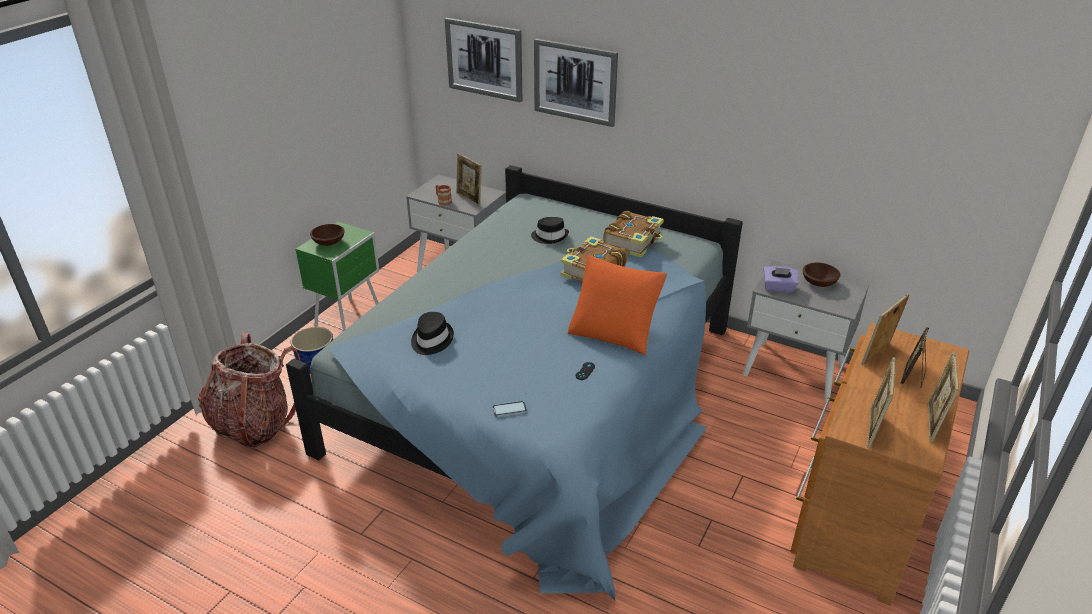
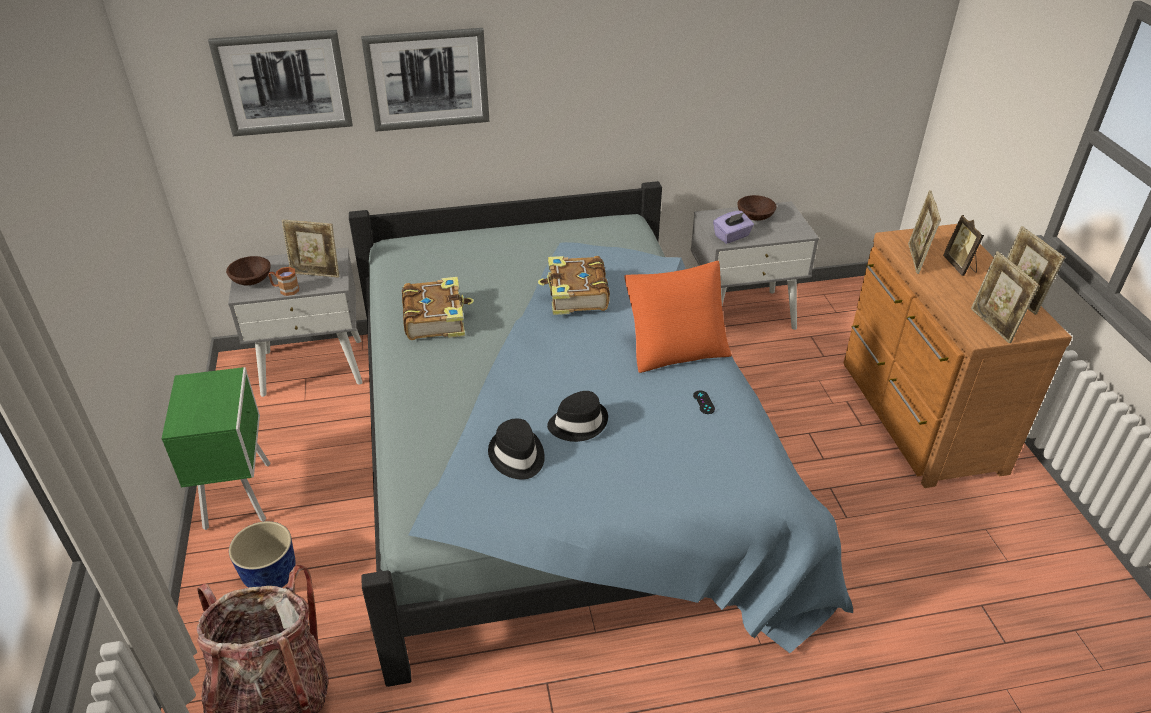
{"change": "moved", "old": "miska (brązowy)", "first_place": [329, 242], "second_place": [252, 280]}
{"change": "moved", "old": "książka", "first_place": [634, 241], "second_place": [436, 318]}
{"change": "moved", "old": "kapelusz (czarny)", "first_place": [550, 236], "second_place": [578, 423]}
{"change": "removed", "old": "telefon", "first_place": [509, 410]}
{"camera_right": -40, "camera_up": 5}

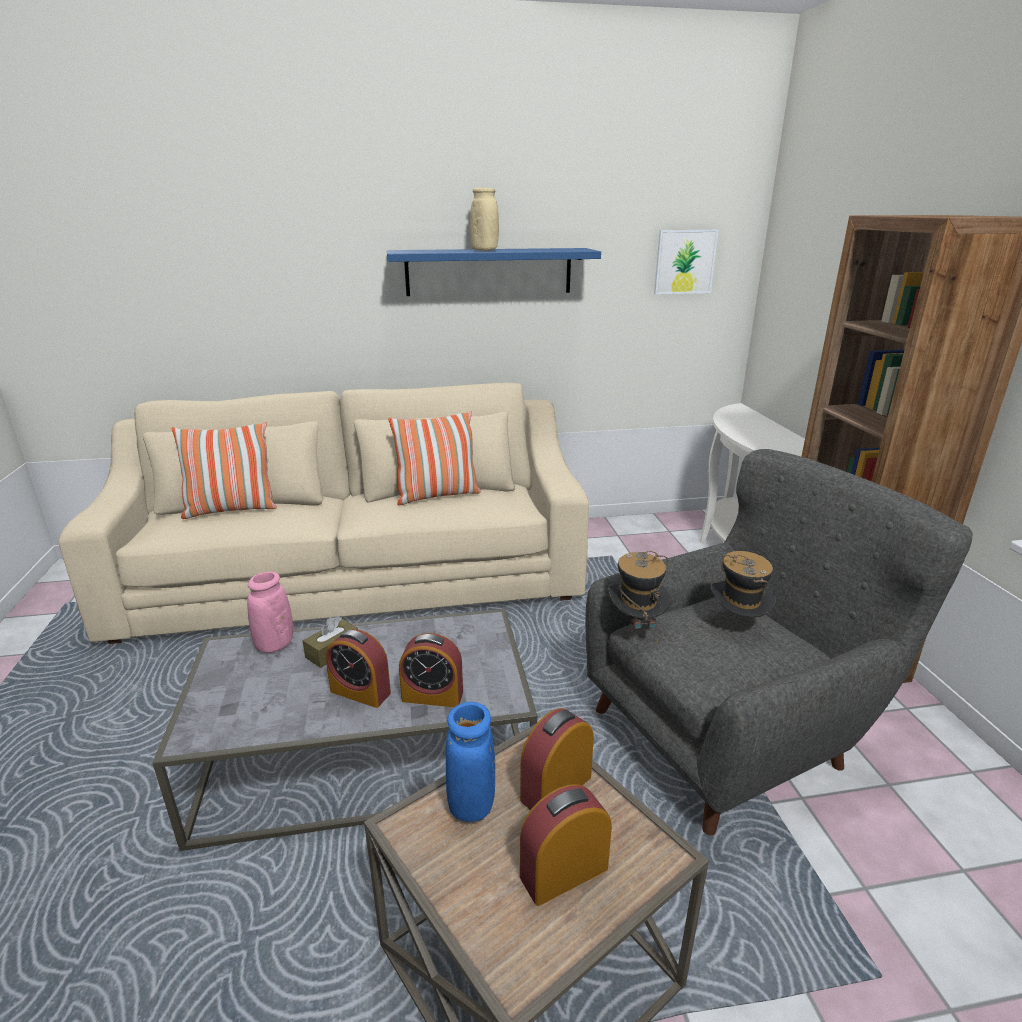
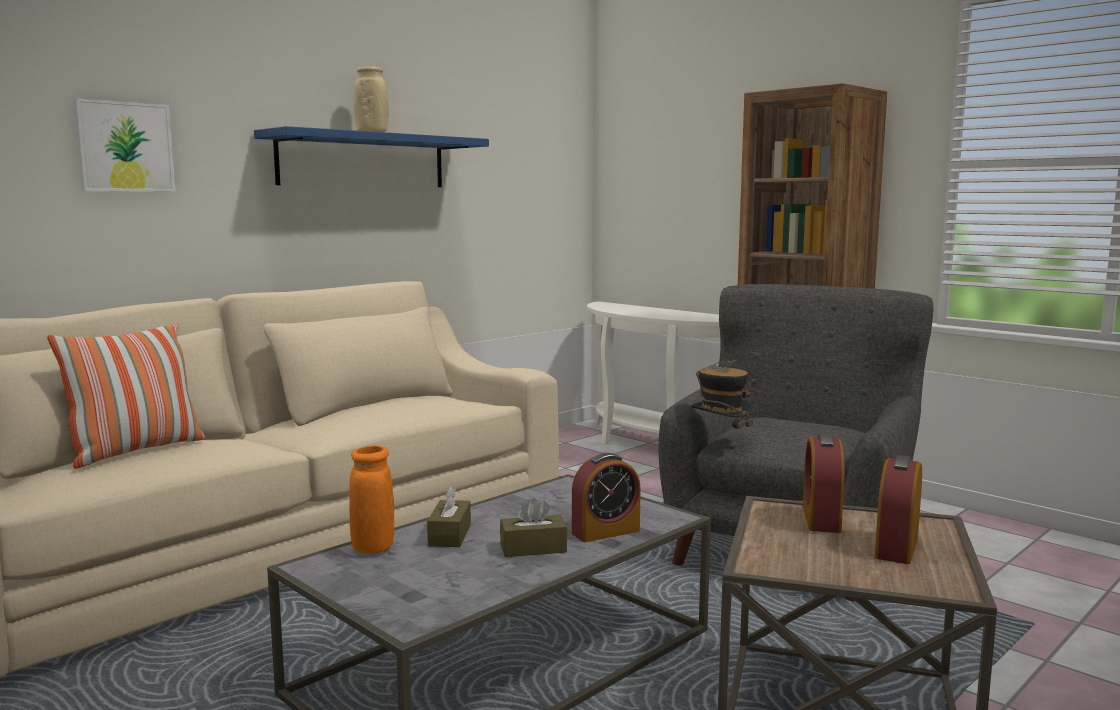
{"change": "moved", "old": "obraz", "first_place": [685, 262], "second_place": [125, 147]}
{"change": "recoloured", "old": "wazon (różowy)", "new": "wazon (pomarańczowy)", "first_place": [275, 644], "second_place": [373, 548]}
{"change": "replaced", "old": "budzik", "new": "pudełko chusteczek (brązowy)", "first_place": [360, 692], "second_place": [533, 548]}
{"change": "removed", "old": "poduszka", "first_place": [437, 495]}
{"change": "removed", "old": "wazon (niebieski)", "first_place": [471, 804]}
{"change": "removed", "old": "kapelusz", "first_place": [736, 625]}
{"camera_right": -35, "camera_up": -15}

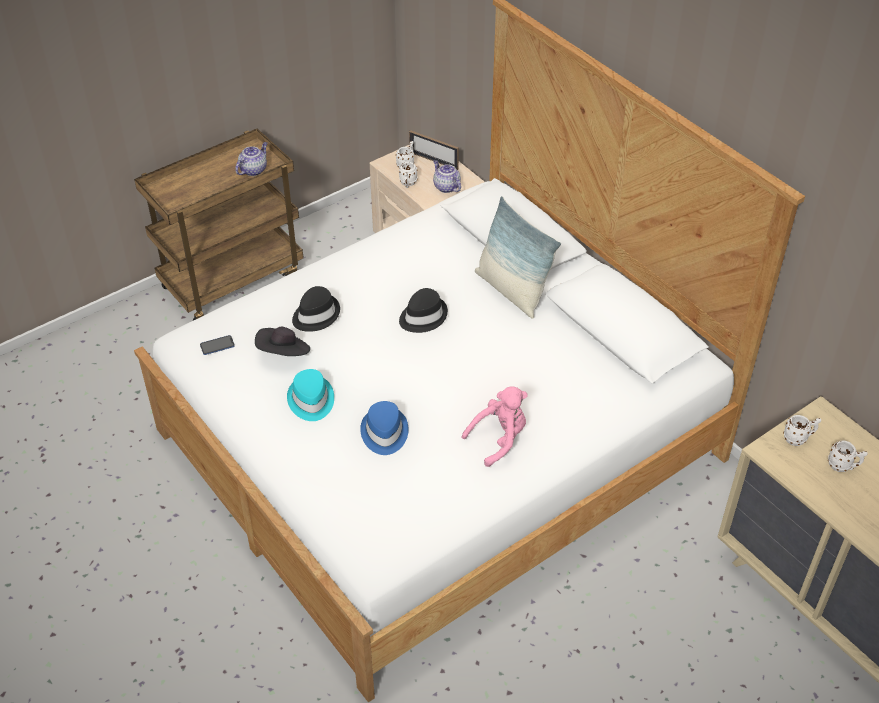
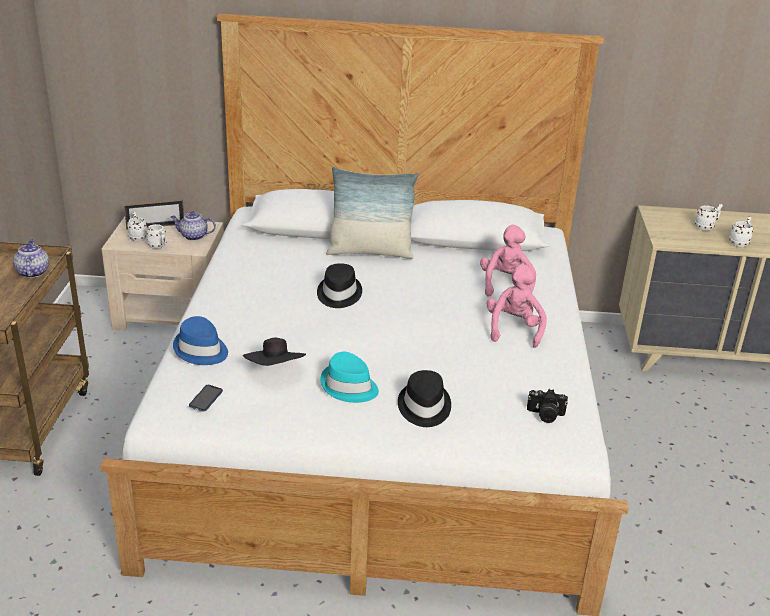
{"change": "moved", "old": "kapelusz (niebieski)", "first_place": [384, 433], "second_place": [201, 350]}
{"change": "moved", "old": "kapelusz (czarny)", "first_place": [315, 315], "second_place": [423, 407]}
{"change": "added", "new": "pluszak (różowy)", "second_place": [506, 286]}
{"change": "added", "new": "aparat fotograficzny", "second_place": [545, 415]}
{"change": "moved", "old": "kubek (biały)", "first_place": [798, 439], "second_place": [739, 243]}
{"camera_right": -50, "camera_up": -15}

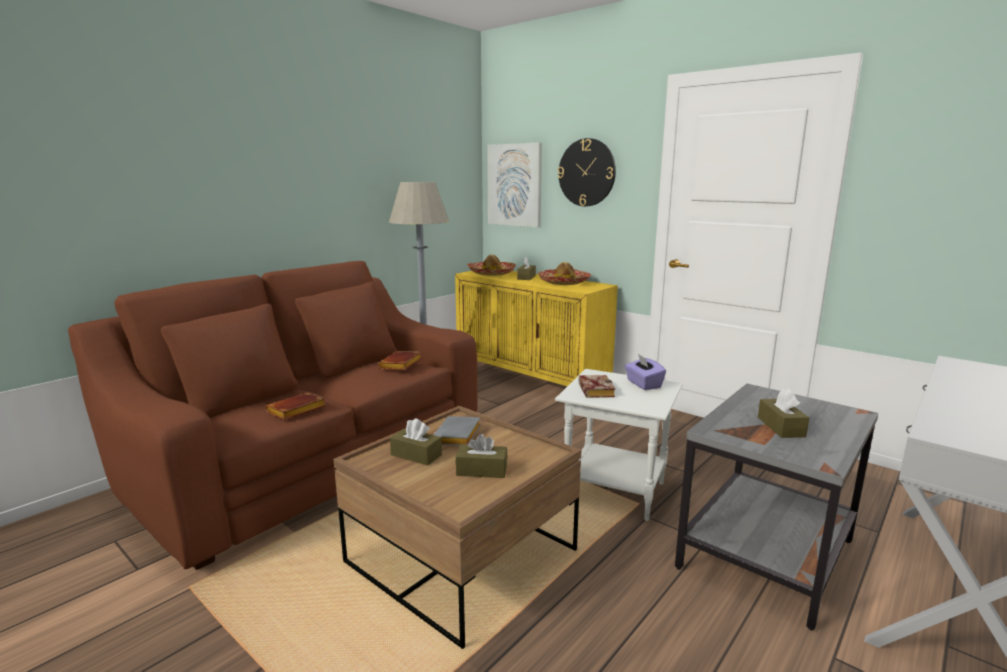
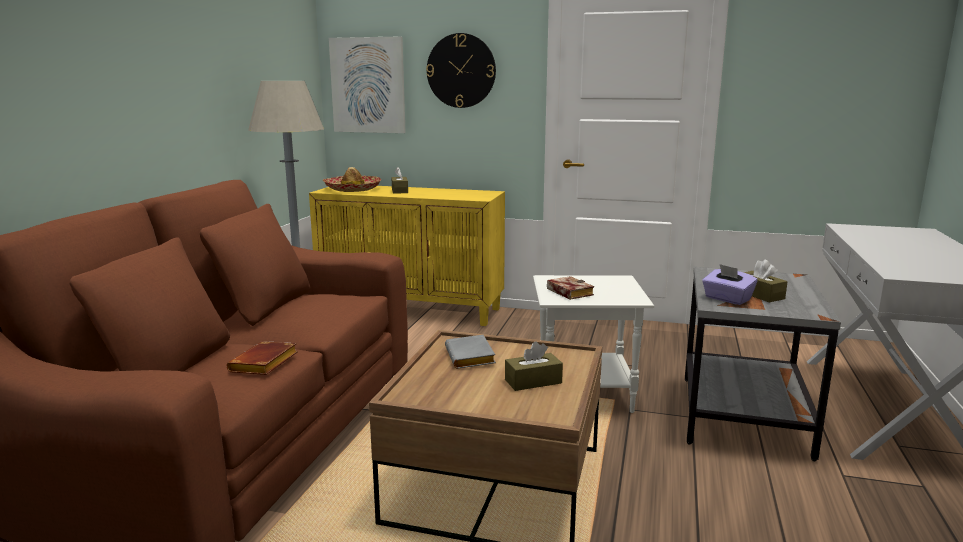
{"change": "moved", "old": "pudełko chusteczek (fioletowy)", "first_place": [643, 384], "second_place": [727, 299]}
{"change": "removed", "old": "książka (brązowy)", "first_place": [401, 365]}
{"change": "removed", "old": "pudełko chusteczek (brązowy)", "first_place": [416, 455]}
{"change": "removed", "old": "kapelusz", "first_place": [564, 282]}
{"camera_right": -25, "camera_up": 0}

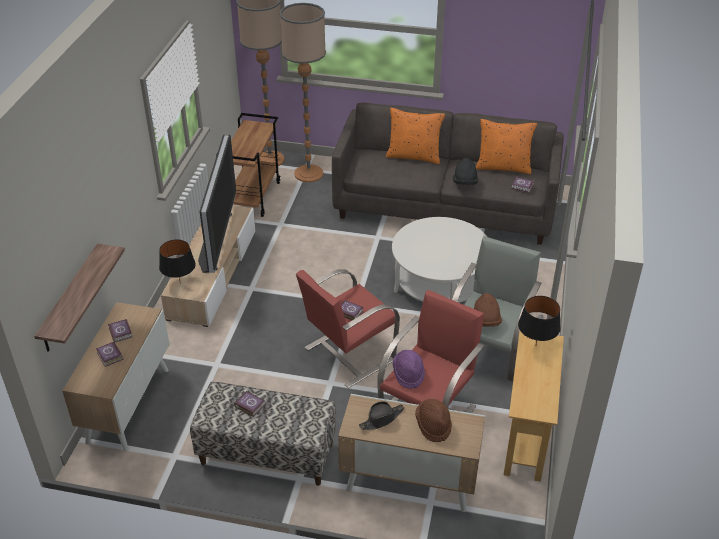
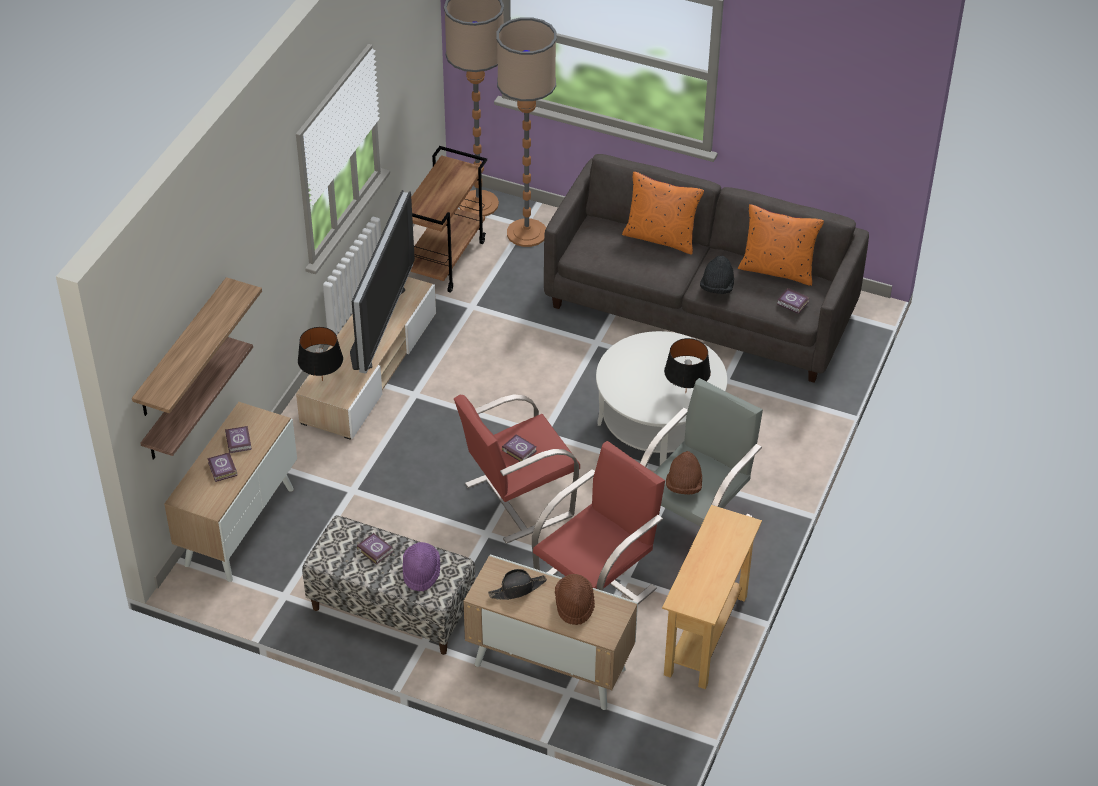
{"change": "added", "new": "półka", "second_place": [182, 349]}
{"change": "moved", "old": "kapelusz (fioletowy)", "first_place": [408, 374], "second_place": [421, 572]}
{"change": "moved", "old": "lampa stołowa (czarny)", "first_place": [535, 345], "second_place": [685, 393]}
{"camera_right": 10, "camera_up": 5}

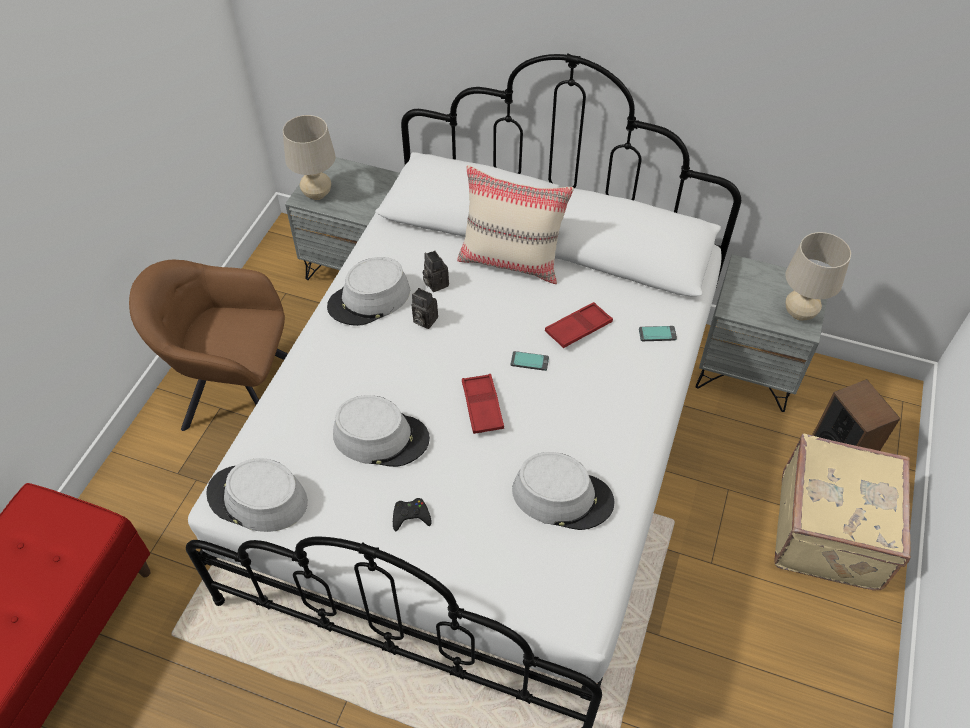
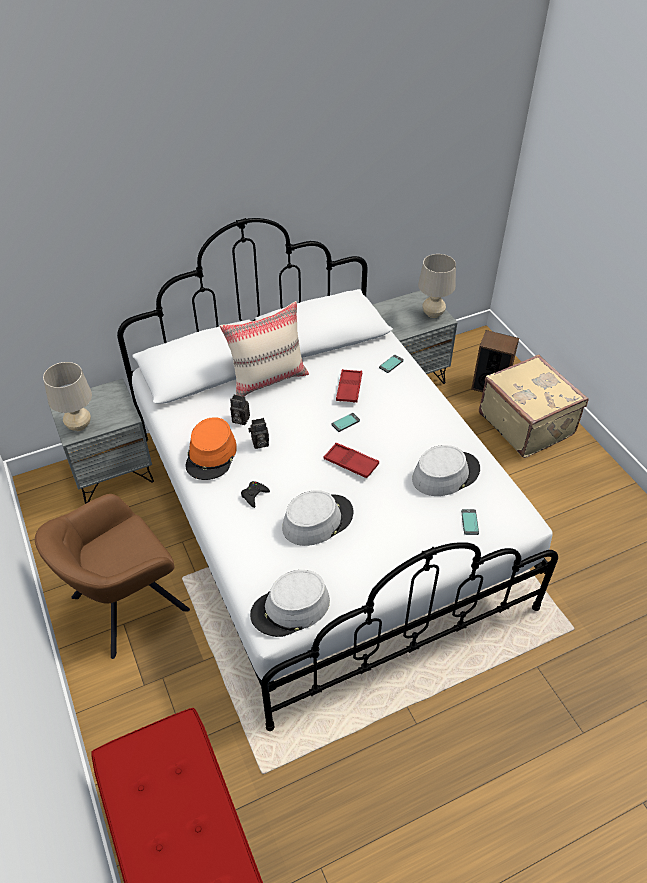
{"change": "recoloured", "old": "kapelusz (szary)", "new": "kapelusz (pomarańczowy)", "first_place": [369, 299], "second_place": [211, 455]}
{"change": "moved", "old": "pad do gier (czarny)", "first_place": [411, 516], "second_place": [254, 495]}
{"change": "added", "new": "telefon", "second_place": [469, 522]}
{"camera_right": -45, "camera_up": -5}

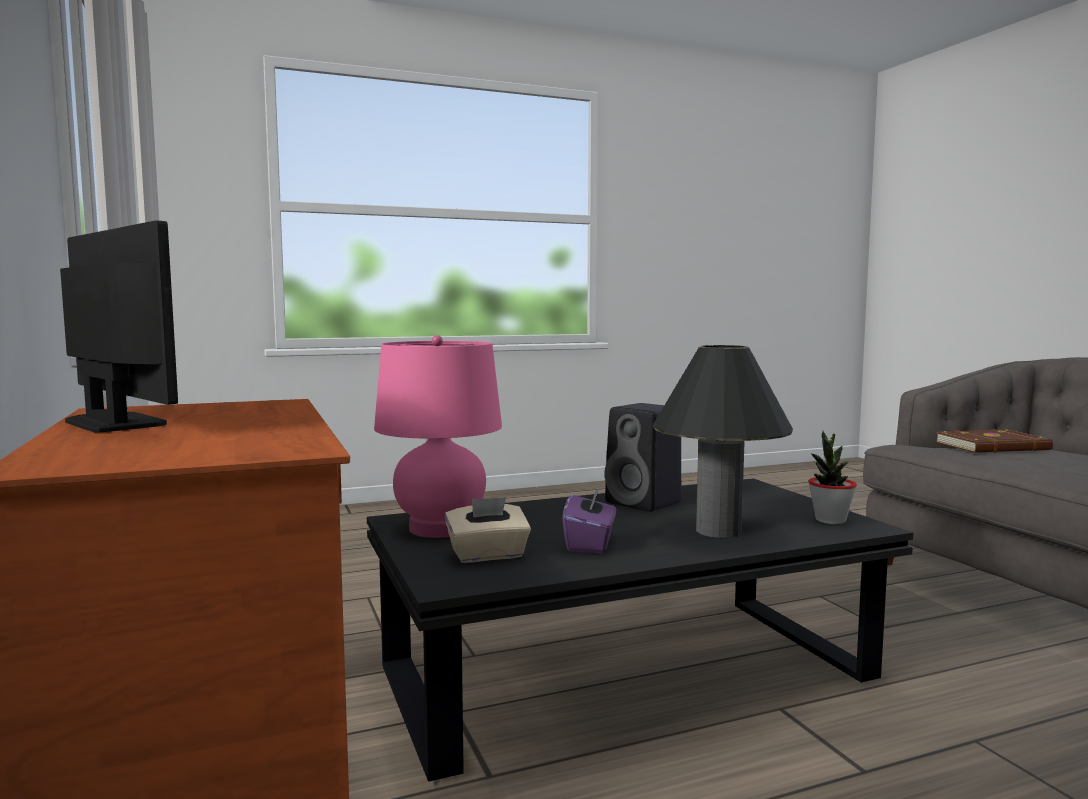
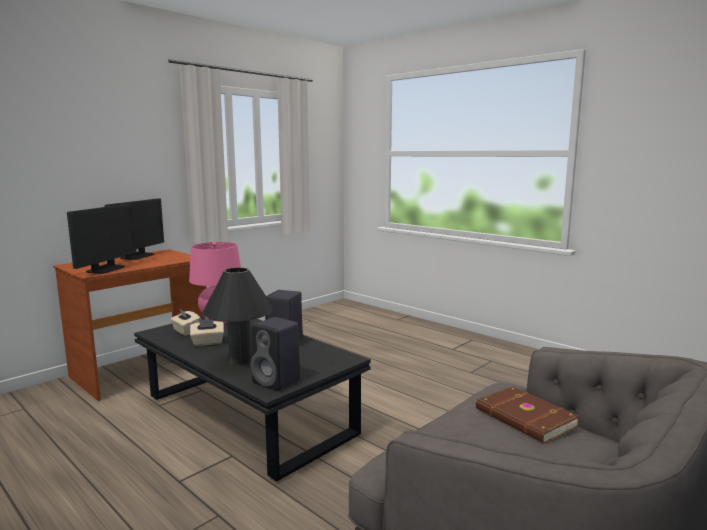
{"change": "added", "new": "monitor", "second_place": [105, 269]}
{"change": "recoloured", "old": "pudełko chusteczek (fioletowy)", "new": "pudełko chusteczek (beżowy)", "first_place": [590, 544], "second_place": [207, 342]}
{"change": "replaced", "old": "roślina doniczkowa", "new": "głośnik (czarny)", "first_place": [830, 520], "second_place": [278, 382]}
{"camera_right": 65, "camera_up": 5}

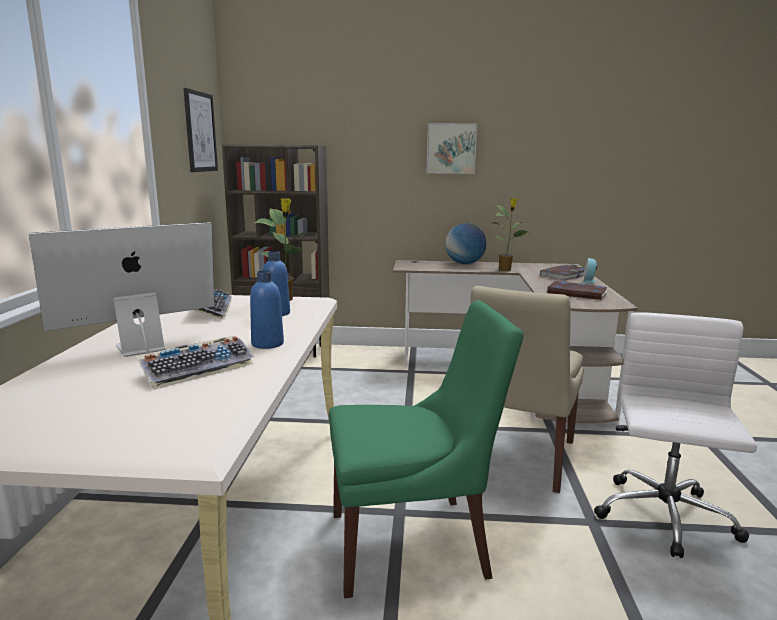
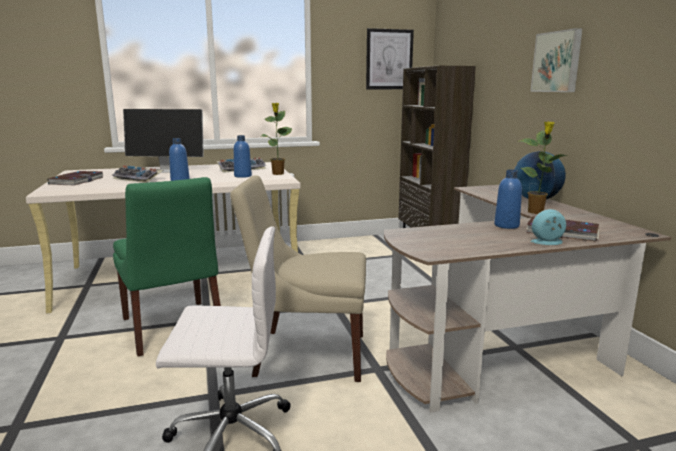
{"change": "moved", "old": "książka", "first_place": [576, 293], "second_place": [76, 181]}
{"change": "turned", "old": "monitor", "first_place": [139, 348], "second_place": [168, 171], "degrees": 150}
{"change": "added", "new": "butelka (niebieski)", "second_place": [506, 225]}
{"camera_right": 70, "camera_up": 0}

